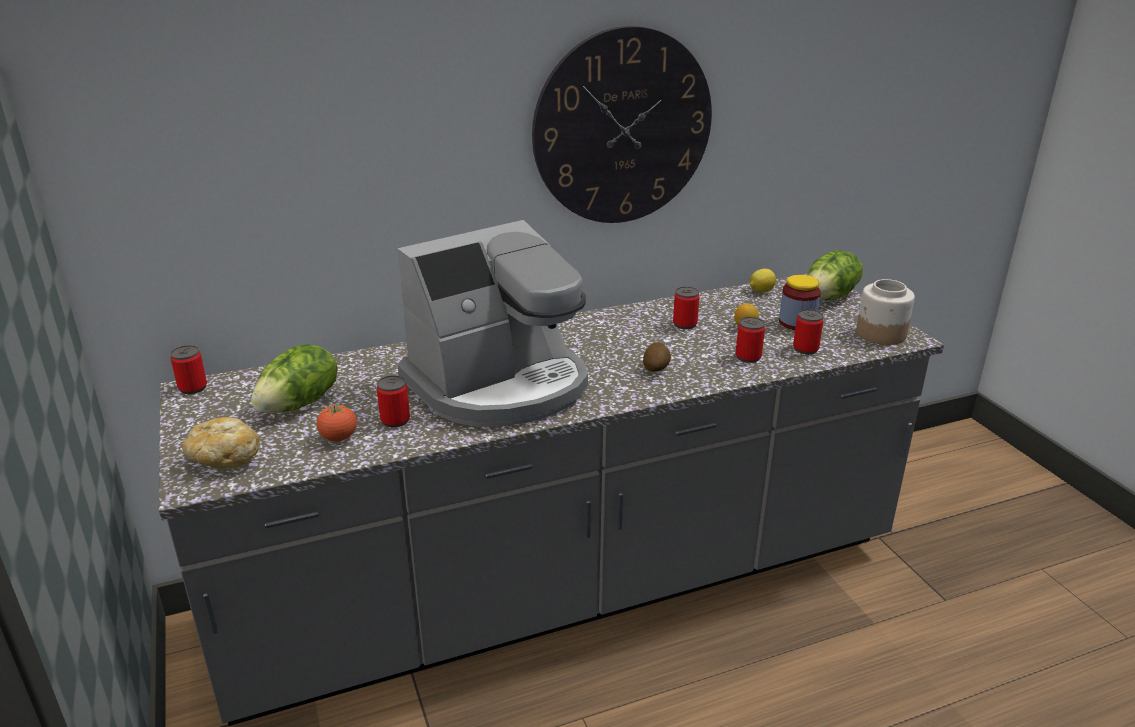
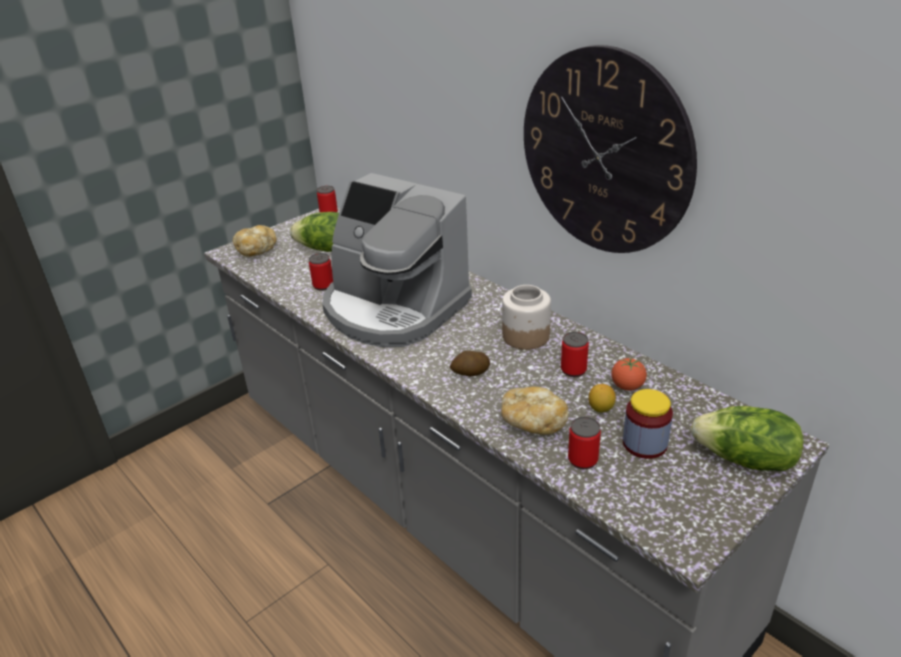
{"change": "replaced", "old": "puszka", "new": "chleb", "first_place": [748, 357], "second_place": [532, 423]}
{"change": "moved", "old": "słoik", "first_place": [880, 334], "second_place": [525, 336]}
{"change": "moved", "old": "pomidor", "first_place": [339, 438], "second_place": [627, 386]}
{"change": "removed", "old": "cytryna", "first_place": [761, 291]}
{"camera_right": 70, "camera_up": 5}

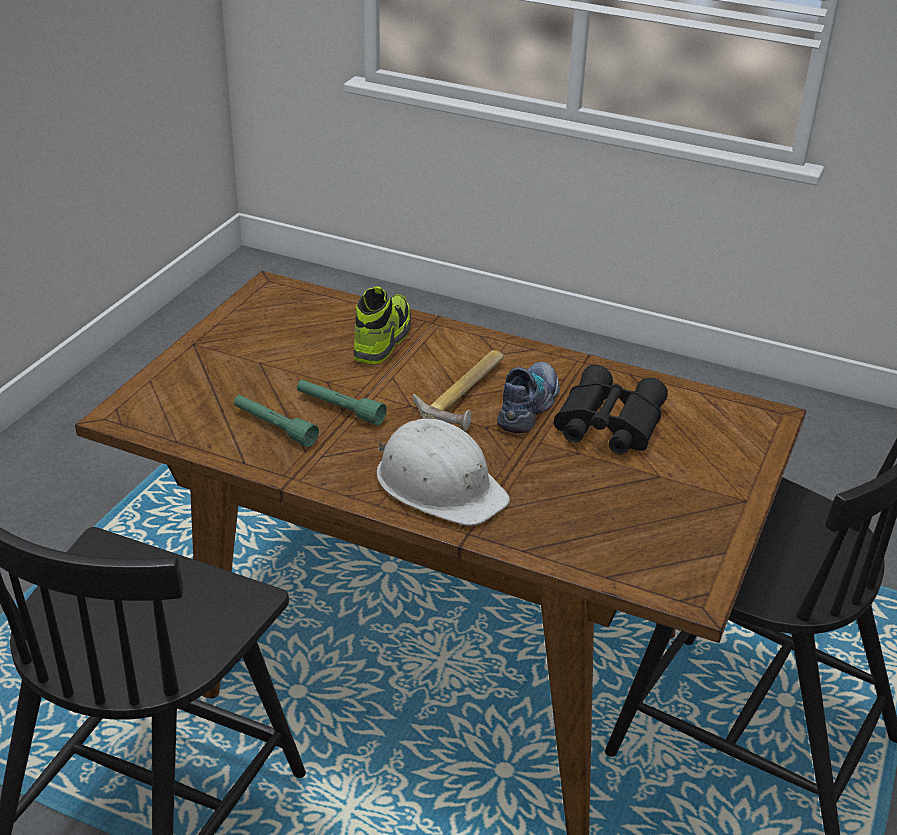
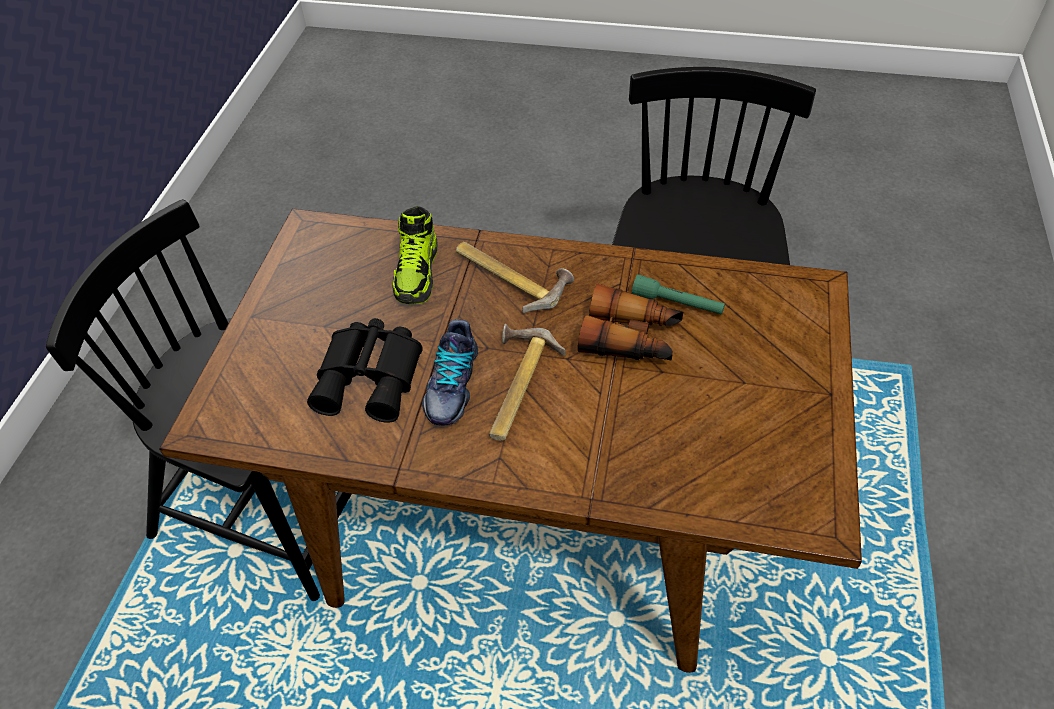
{"change": "moved", "old": "but", "first_place": [382, 339], "second_place": [417, 274]}
{"change": "replaced", "old": "kask (biały)", "new": "młotek", "first_place": [440, 485], "second_place": [511, 276]}
{"change": "replaced", "old": "latarka (zielony)", "new": "lornetka", "first_place": [340, 409], "second_place": [631, 338]}
{"camera_right": 170, "camera_up": 15}

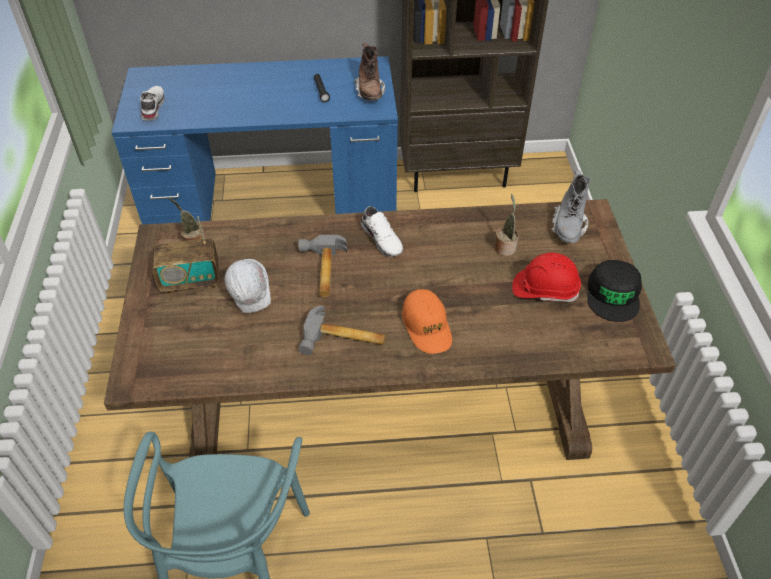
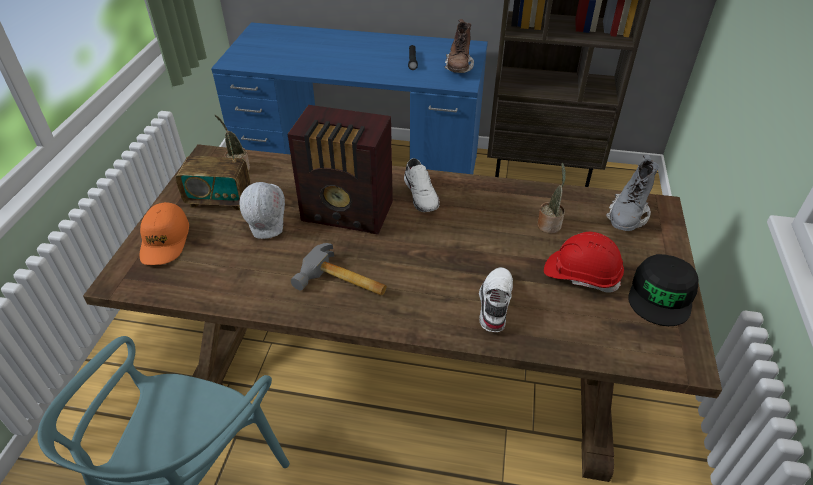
{"change": "moved", "old": "czapka z daszkiem (pomarańczowy)", "first_place": [427, 326], "second_place": [165, 241]}
{"change": "replaced", "old": "młotek", "new": "radio", "first_place": [322, 271], "second_place": [348, 213]}
{"change": "moved", "old": "but (biały)", "first_place": [152, 107], "second_place": [494, 303]}
{"camera_right": 15, "camera_up": -5}

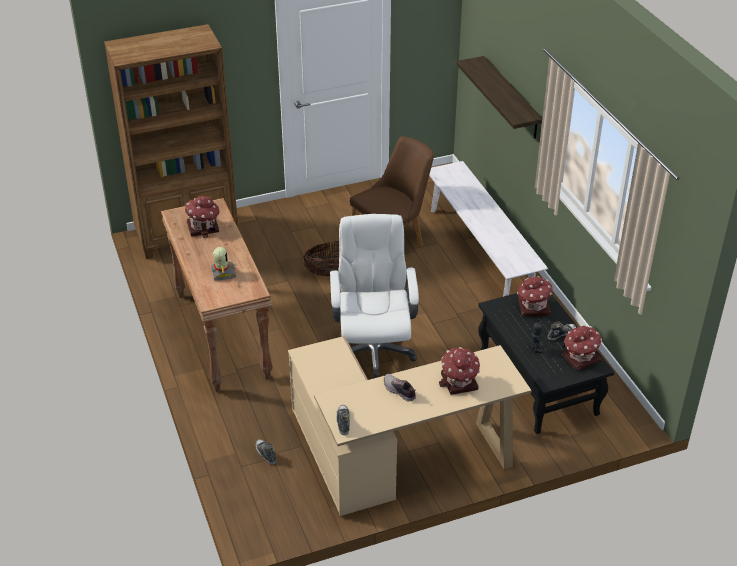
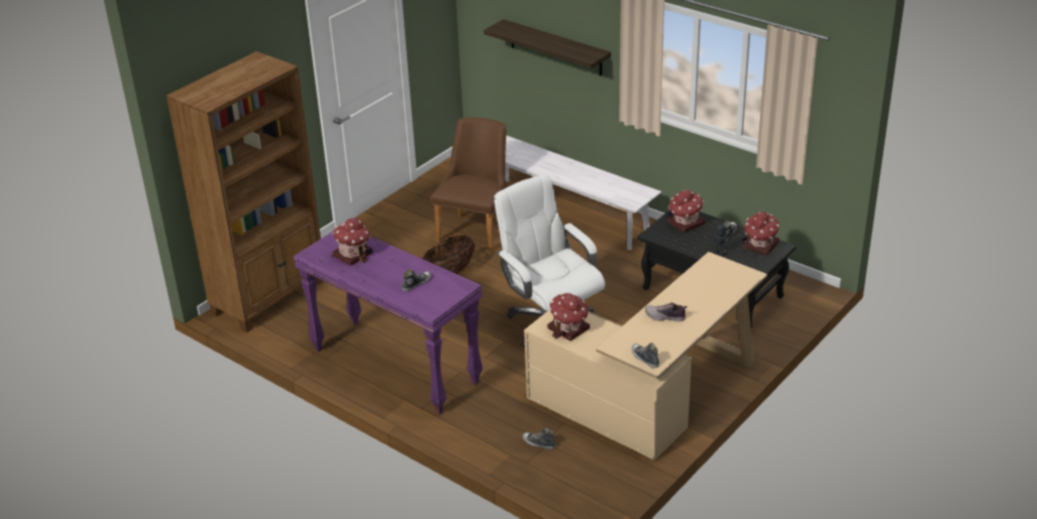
{"change": "recoloured", "old": "stolik konsolowy (brązowy)", "new": "stolik konsolowy (fioletowy)", "first_place": [221, 335], "second_place": [394, 367]}
{"change": "replaced", "old": "robot zabawkowy", "new": "but", "first_place": [223, 273], "second_place": [416, 284]}
{"change": "moved", "old": "domek", "first_place": [459, 383], "second_place": [569, 329]}
{"camera_right": -30, "camera_up": -5}

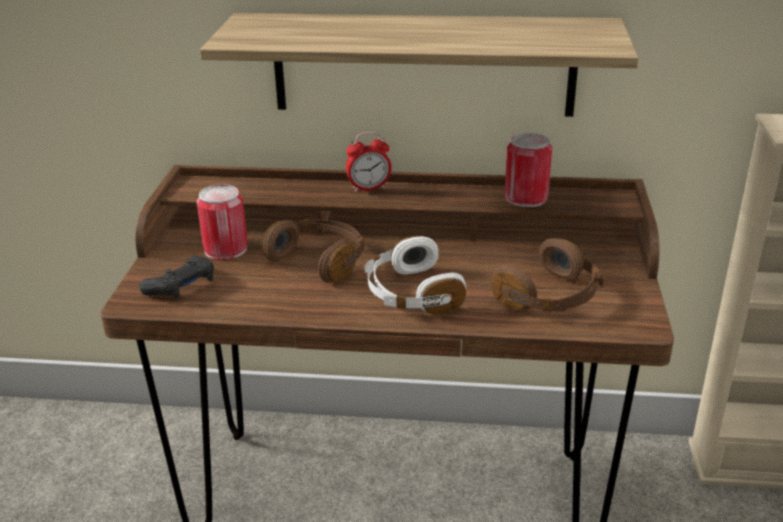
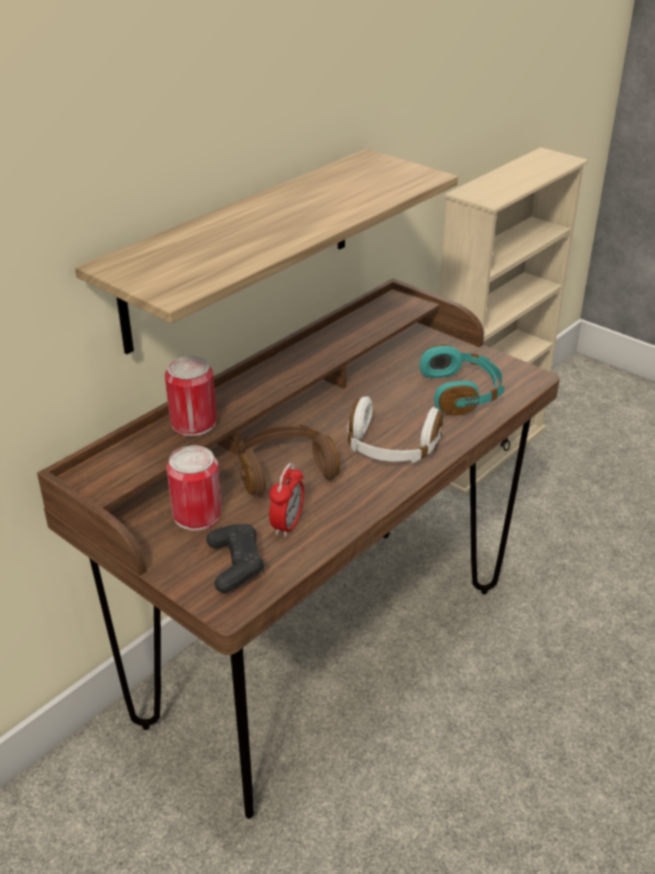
{"change": "moved", "old": "puszka", "first_place": [526, 197], "second_place": [193, 423]}
{"change": "moved", "old": "budzik", "first_place": [369, 188], "second_place": [287, 525]}
{"change": "recoloured", "old": "słuchawki (brązowy)", "new": "słuchawki (turkusowy)", "first_place": [550, 297], "second_place": [462, 393]}
{"camera_right": -55, "camera_up": 5}

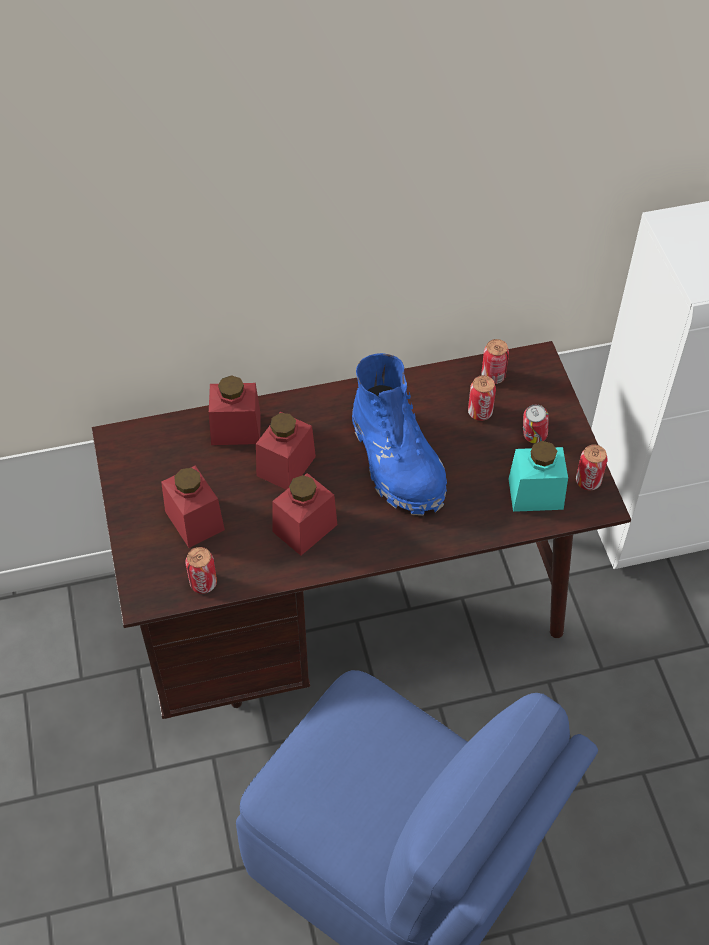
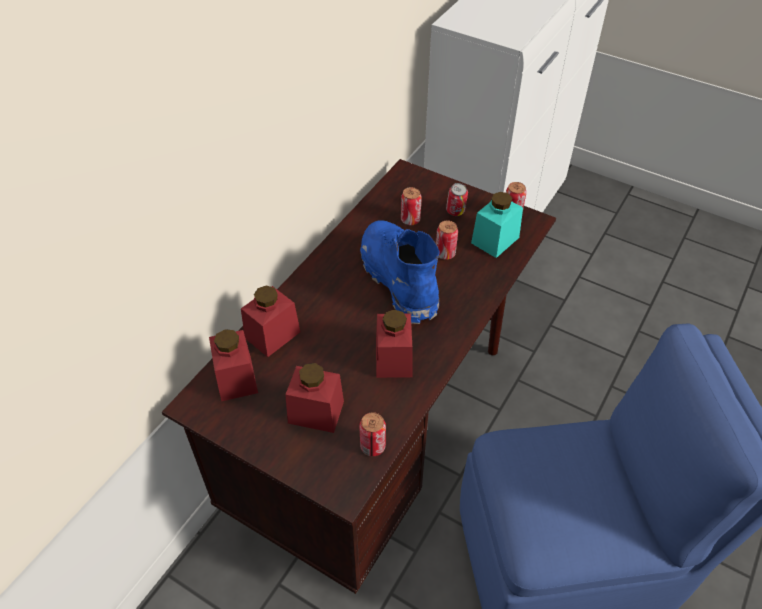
{"change": "moved", "old": "słoik (czerwony)", "first_place": [286, 466], "second_place": [236, 378]}
{"change": "turned", "old": "but z cholewką (niebieski)", "first_place": [397, 462], "second_place": [399, 279], "degrees": -135}
{"change": "moved", "old": "puszka", "first_place": [493, 376], "second_place": [445, 253]}
{"camera_right": -45, "camera_up": -5}

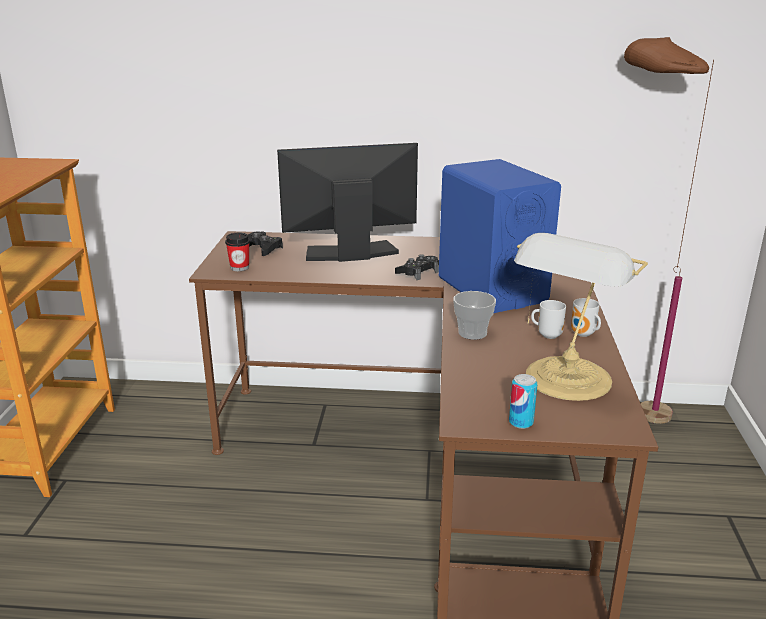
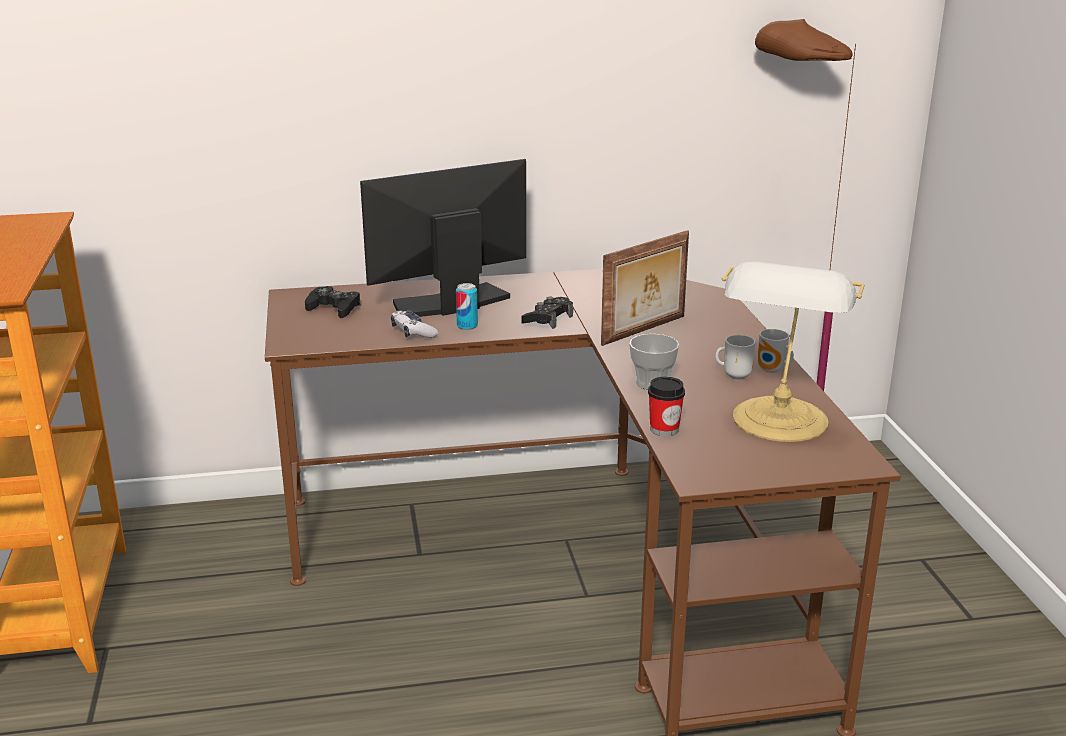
{"change": "added", "new": "pad do gier", "second_place": [413, 332]}
{"change": "moved", "old": "puszka", "first_place": [521, 422], "second_place": [467, 326]}
{"change": "replaced", "old": "głośnik (niebieski)", "new": "ramka na zdjęcie", "first_place": [491, 289], "second_place": [645, 331]}
{"change": "moved", "old": "filiżanka", "first_place": [239, 267], "second_place": [664, 429]}
{"camera_right": -15, "camera_up": 0}

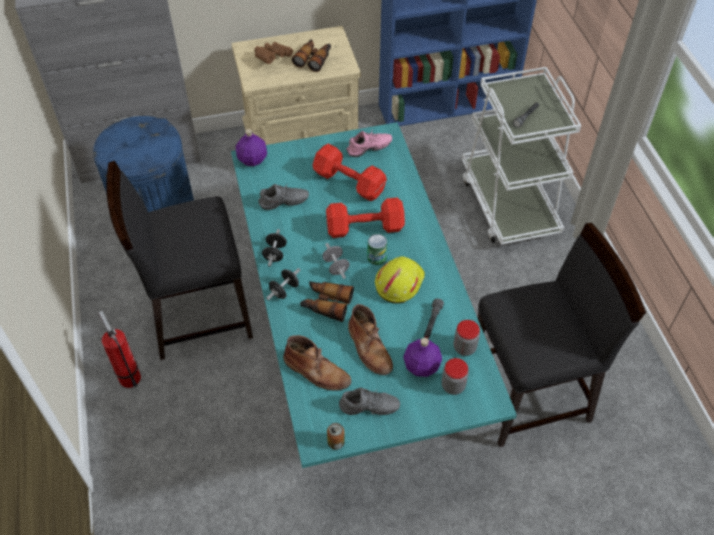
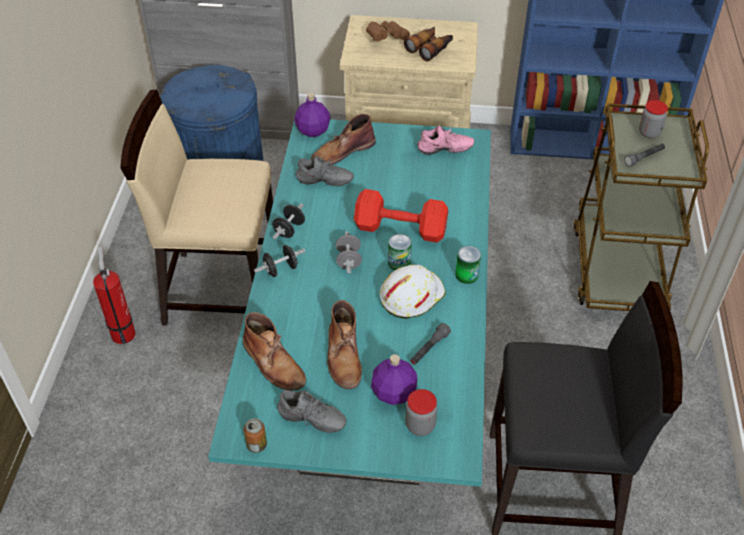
{"change": "recoloured", "old": "krzesło (czarny)", "new": "krzesło (beżowy)", "first_place": [198, 313], "second_place": [221, 289]}
{"change": "added", "new": "but z cholewką (brązowy)", "second_place": [342, 152]}
{"change": "recoloured", "old": "kask (żółty)", "new": "kask (biały)", "first_place": [398, 282], "second_place": [411, 295]}
{"change": "added", "new": "puszka", "second_place": [466, 275]}
{"change": "recoloured", "old": "wózek (biały)", "new": "wózek (brązowy)", "first_place": [508, 204], "second_place": [618, 268]}
{"change": "moved", "old": "słoik", "first_place": [464, 347], "second_place": [649, 133]}
{"change": "removed", "old": "lornetka", "first_place": [326, 304]}
{"change": "removed", "old": "hantel (czerwony)", "first_place": [350, 183]}
{"camera_right": 20, "camera_up": -5}

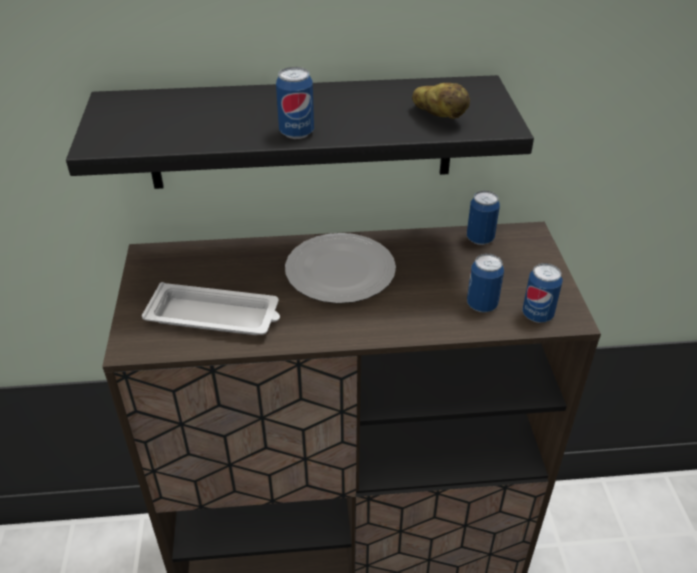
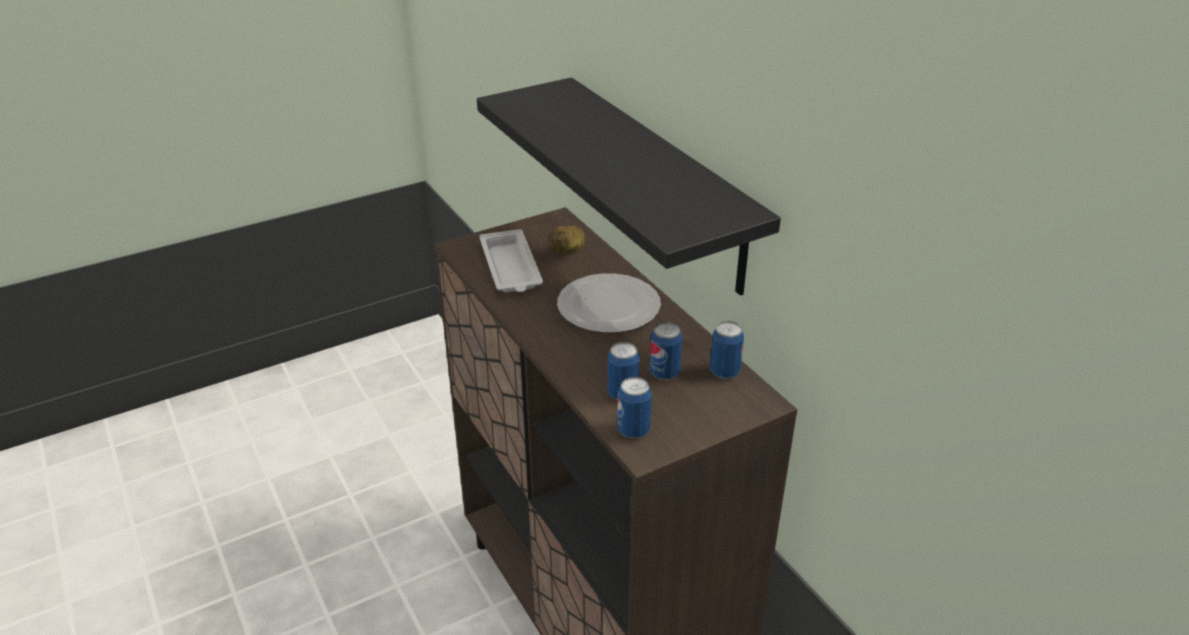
{"change": "moved", "old": "ziemniak", "first_place": [439, 117], "second_place": [568, 251]}
{"change": "moved", "old": "puszka", "first_place": [296, 133], "second_place": [664, 373]}
{"camera_right": 65, "camera_up": -5}

